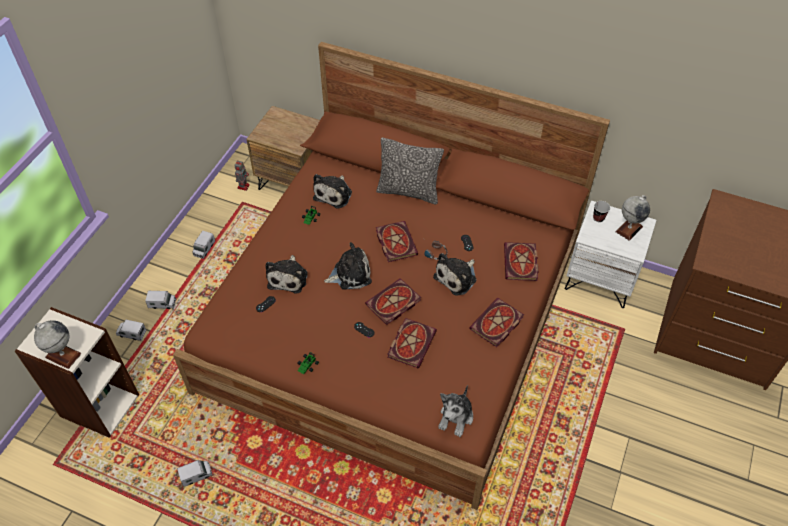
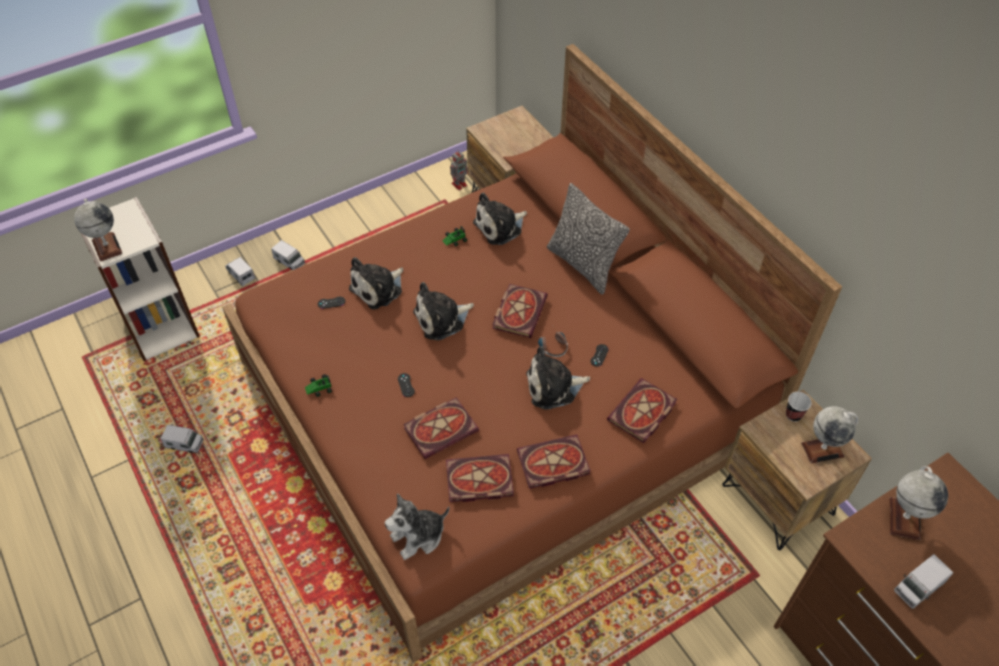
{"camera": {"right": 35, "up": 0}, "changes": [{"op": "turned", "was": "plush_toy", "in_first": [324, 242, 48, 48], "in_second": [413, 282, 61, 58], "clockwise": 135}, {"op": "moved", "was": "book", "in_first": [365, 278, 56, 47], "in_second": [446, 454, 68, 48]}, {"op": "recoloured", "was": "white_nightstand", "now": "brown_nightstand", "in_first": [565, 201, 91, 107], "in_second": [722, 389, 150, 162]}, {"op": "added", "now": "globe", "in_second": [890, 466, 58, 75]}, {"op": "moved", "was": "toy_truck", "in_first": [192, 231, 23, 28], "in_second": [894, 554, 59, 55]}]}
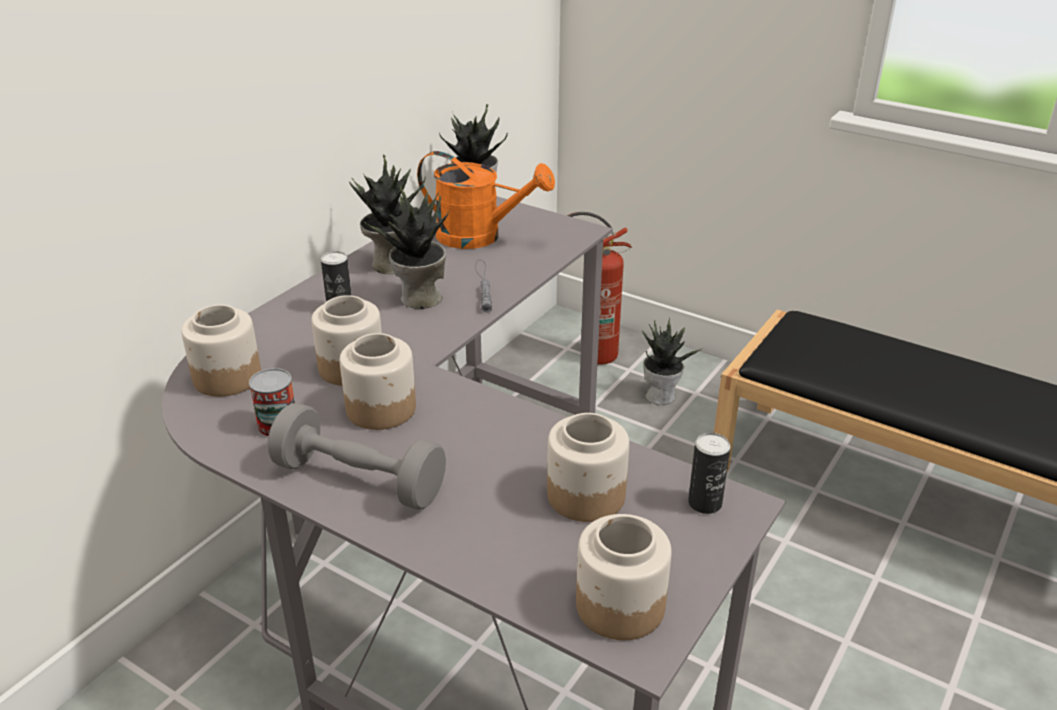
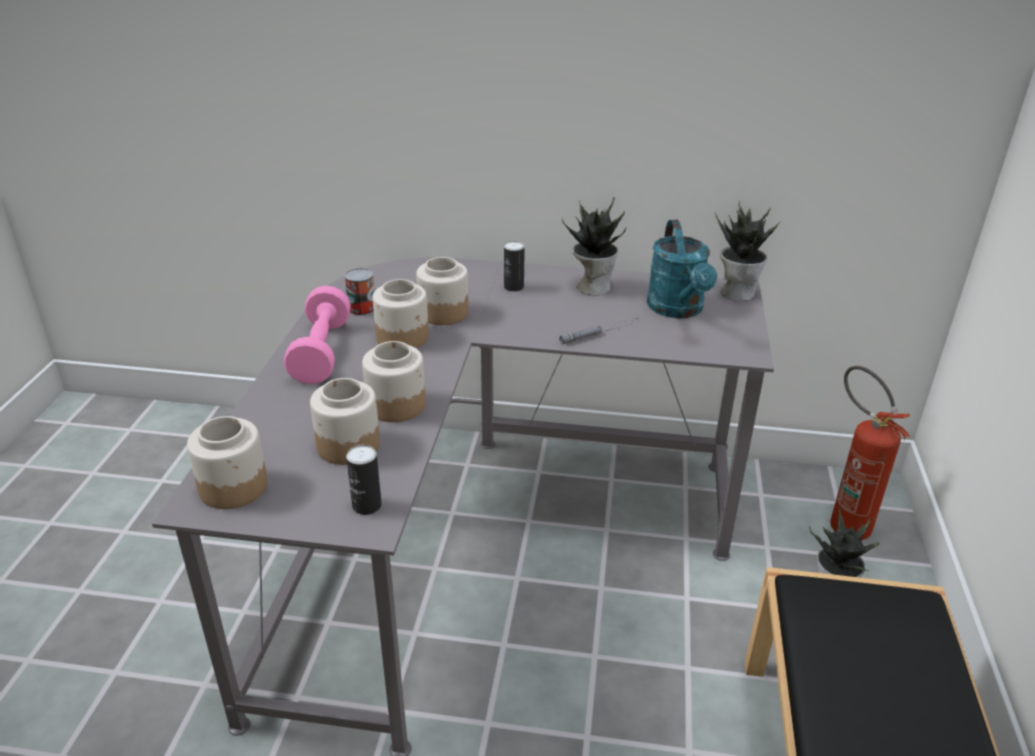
{"camera": {"right": 65, "up": 0}, "changes": [{"op": "recoloured", "was": "grey_dumbbell", "now": "pink_dumbbell", "in_first": [268, 403, 178, 107], "in_second": [284, 286, 67, 98]}, {"op": "moved", "was": "jar", "in_first": [181, 305, 80, 92], "in_second": [362, 341, 64, 81]}, {"op": "recoloured", "was": "orange_watering_can", "now": "turquoise_watering_can", "in_first": [417, 151, 138, 98], "in_second": [647, 220, 70, 98]}, {"op": "removed", "was": "potted_plant", "in_first": [364, 186, 86, 123]}]}
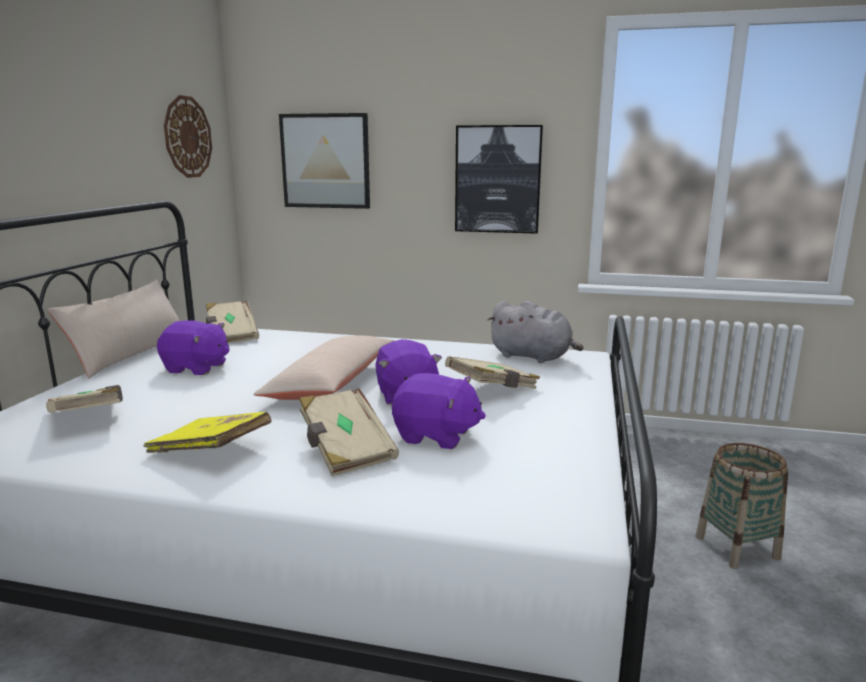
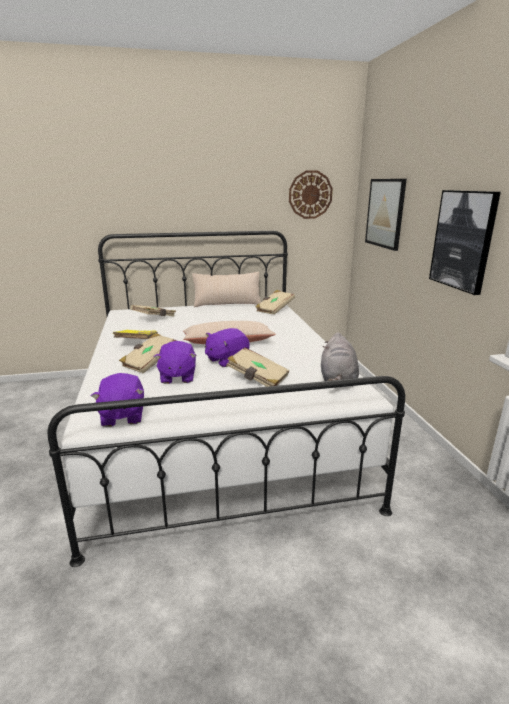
{"camera": {"right": 65, "up": 5}, "changes": [{"op": "moved", "was": "purple_plush_toy", "in_first": [157, 320, 73, 55], "in_second": [91, 373, 53, 54]}, {"op": "removed", "was": "basket", "in_first": [696, 443, 92, 126]}]}
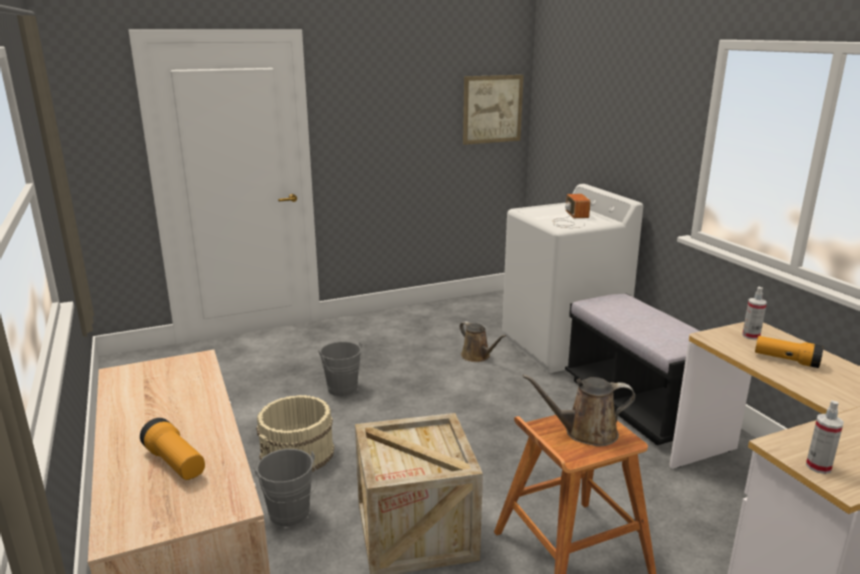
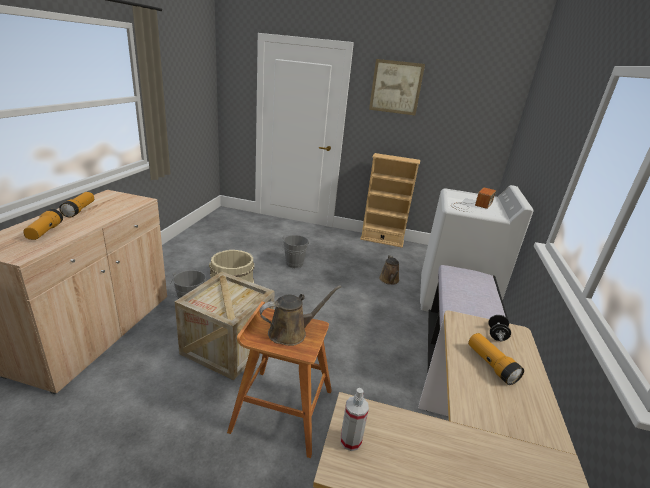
{"camera": {"right": 35, "up": 5}, "changes": [{"op": "added", "now": "flashlight", "in_second": [59, 192, 35, 26]}, {"op": "turned", "was": "brown_watering_can", "in_first": [522, 374, 113, 72], "in_second": [259, 285, 82, 61], "clockwise": 120}, {"op": "added", "now": "beige_bookcase", "in_second": [360, 153, 60, 95]}, {"op": "moved", "was": "picture", "in_first": [463, 75, 61, 70], "in_second": [369, 59, 56, 56]}, {"op": "replaced", "was": "spray_bottle", "now": "black_dumbbell", "in_first": [742, 287, 25, 53], "in_second": [488, 315, 23, 27]}]}
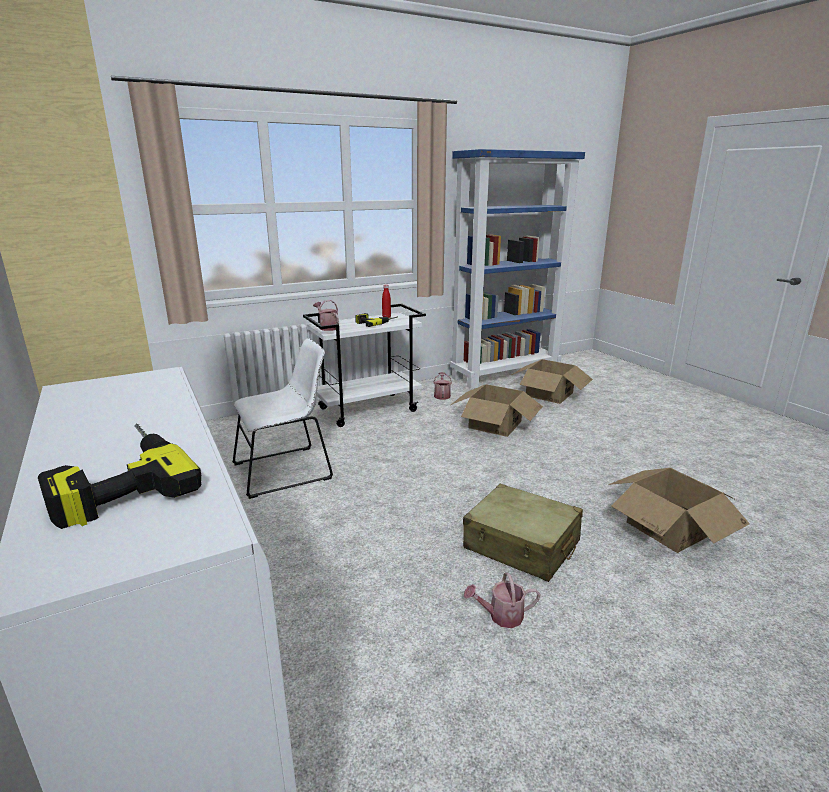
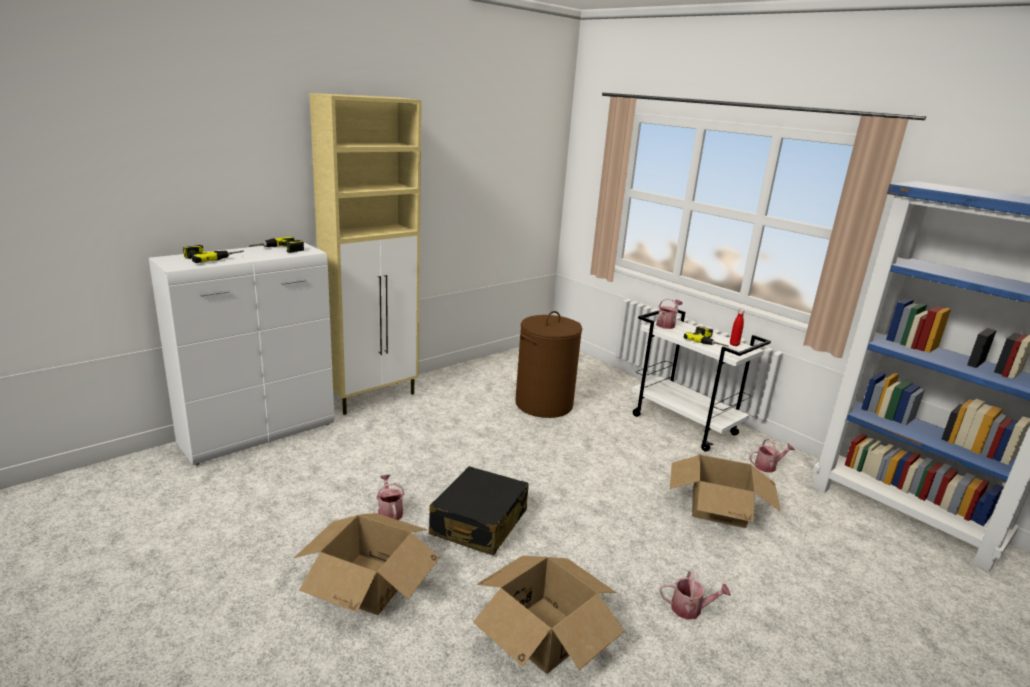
{"camera": {"right": 75, "up": 0}, "changes": [{"op": "added", "now": "power_drill", "in_second": [249, 236, 55, 17]}, {"op": "moved", "was": "cardboard_box", "in_first": [510, 359, 83, 45], "in_second": [294, 513, 146, 102]}, {"op": "recoloured", "was": "beige_suitcase", "now": "black_suitcase", "in_first": [463, 484, 120, 98], "in_second": [429, 466, 100, 90]}, {"op": "replaced", "was": "white_chair", "now": "brown_laundry_basket", "in_first": [232, 338, 101, 161], "in_second": [515, 311, 67, 107]}, {"op": "added", "now": "watering_can", "in_second": [660, 571, 71, 49]}]}
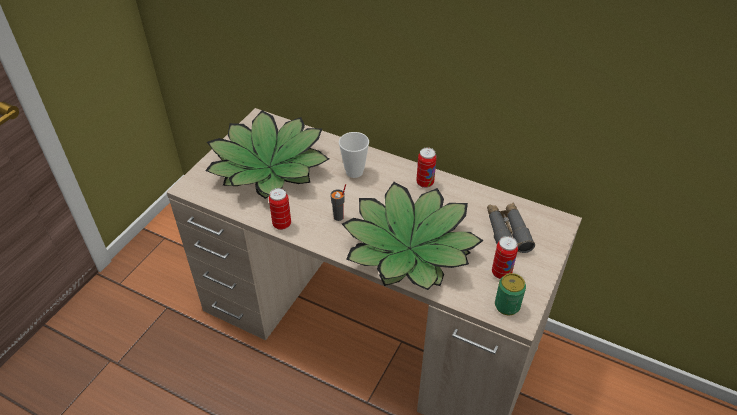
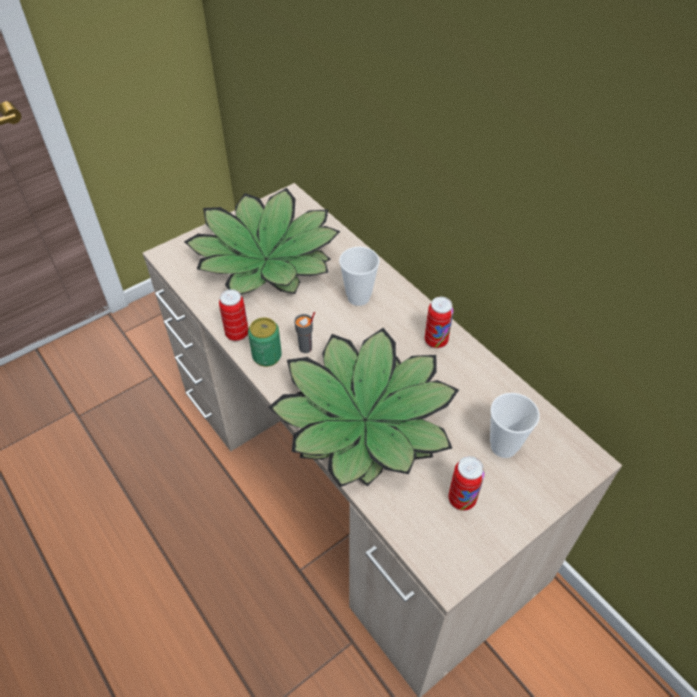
{"camera": {"right": 25, "up": 5}, "changes": [{"op": "moved", "was": "can", "in_first": [495, 273, 31, 42], "in_second": [248, 317, 34, 50]}, {"op": "replaced", "was": "grey_binoculars", "now": "cup", "in_first": [487, 202, 48, 51], "in_second": [490, 393, 49, 65]}]}
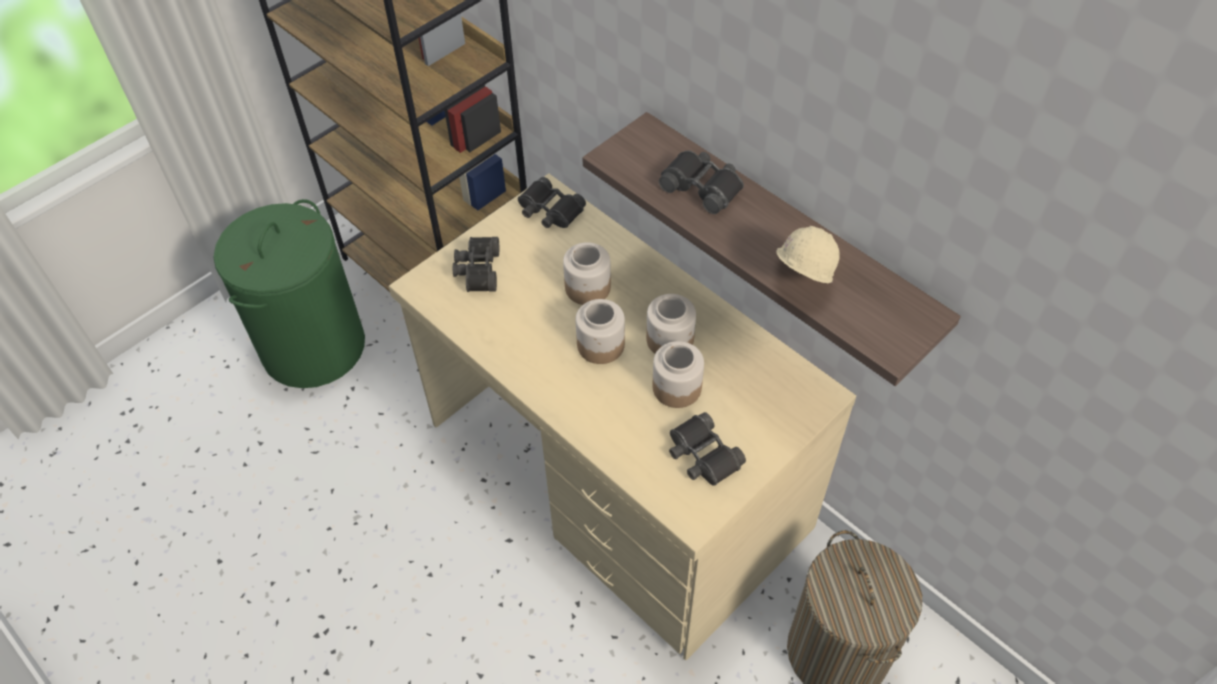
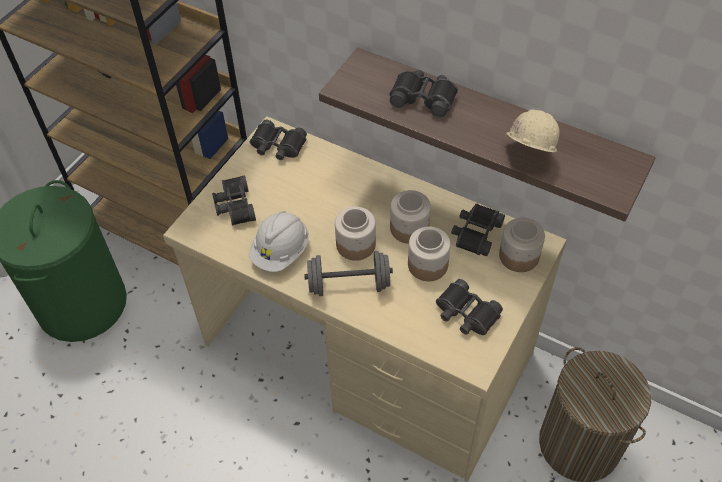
{"camera": {"right": -15, "up": 0}, "changes": [{"op": "added", "now": "white_hard_hat", "in_second": [249, 211, 60, 61]}, {"op": "added", "now": "grey_dumbbell", "in_second": [304, 251, 89, 45]}, {"op": "added", "now": "black_binoculars", "in_second": [451, 204, 54, 52]}, {"op": "moved", "was": "jar", "in_first": [563, 242, 48, 63], "in_second": [499, 218, 46, 54]}]}
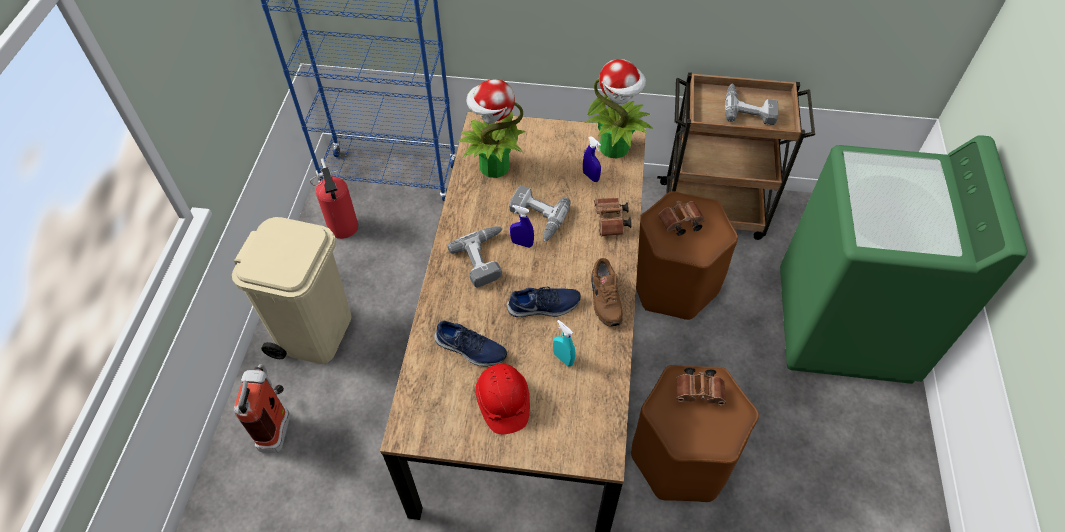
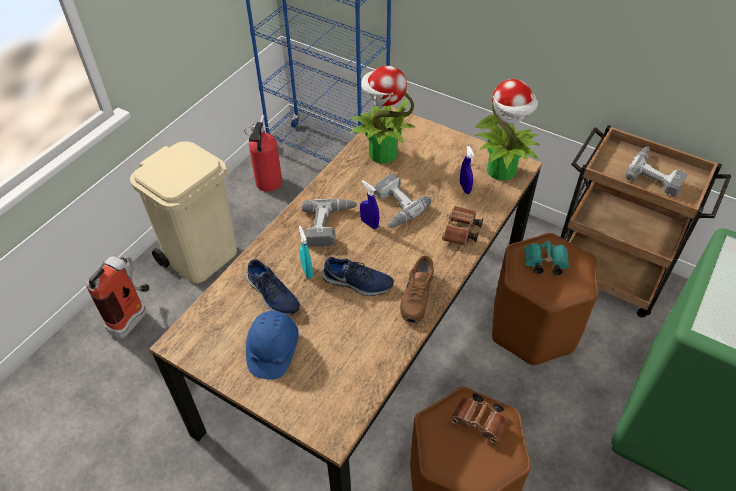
{"camera": {"right": 25, "up": -5}, "changes": [{"op": "recoloured", "was": "red_hard_hat", "now": "blue_hard_hat", "in_first": [475, 364, 55, 70], "in_second": [246, 311, 53, 68]}, {"op": "moved", "was": "turquoise_spray_bottle", "in_first": [553, 320, 22, 47], "in_second": [299, 226, 14, 52]}, {"op": "recoloured", "was": "brown_binoculars", "now": "turquoise_binoculars", "in_first": [658, 201, 47, 35], "in_second": [524, 240, 45, 35]}]}
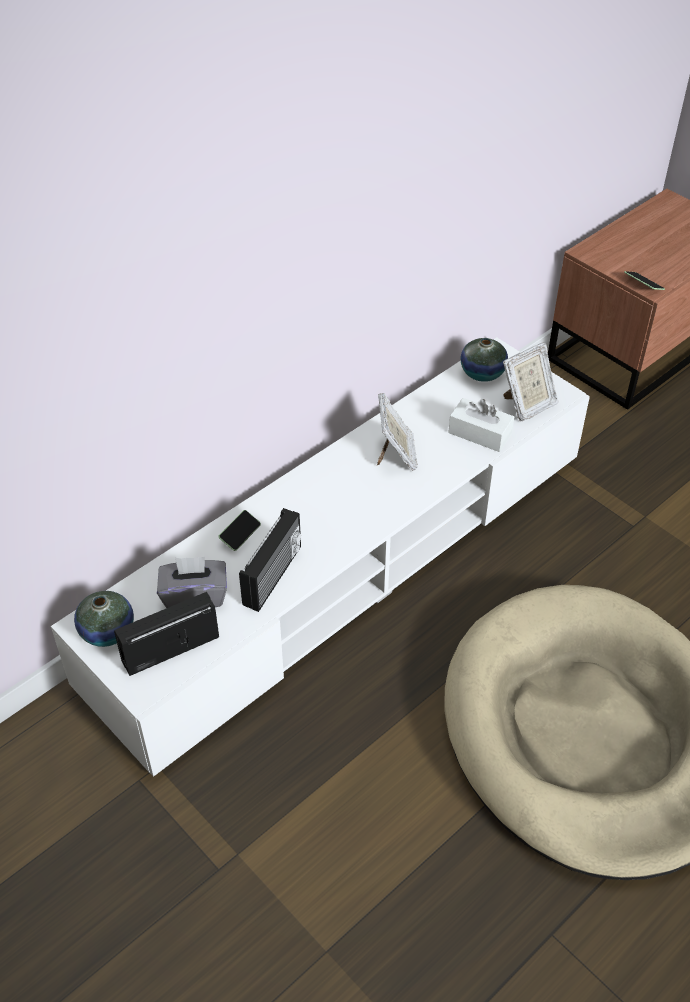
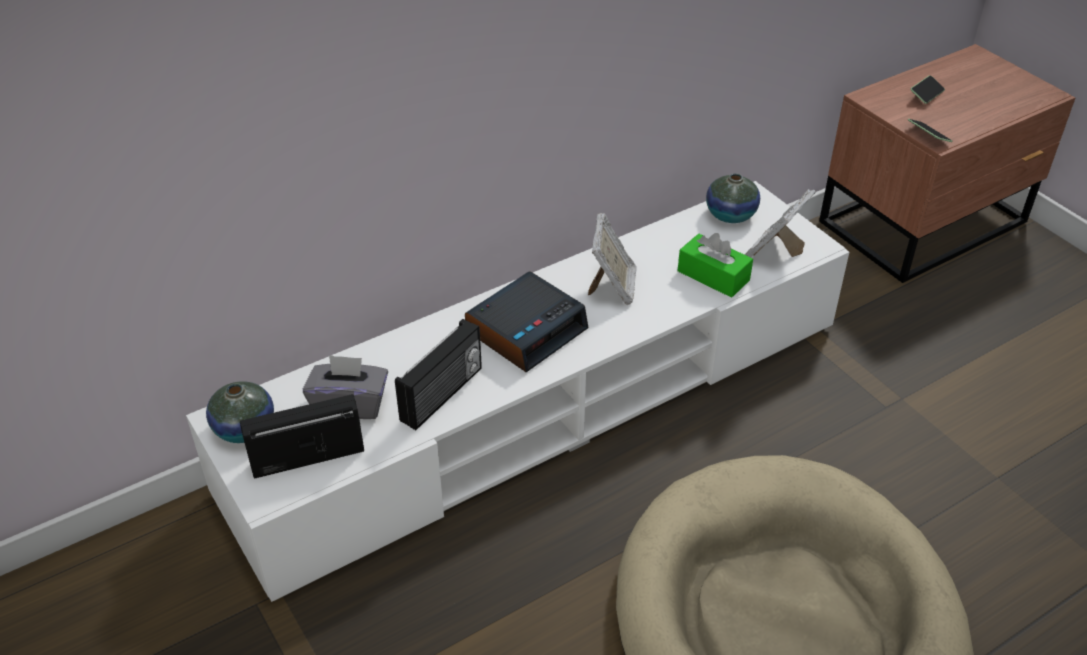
{"camera": {"right": 10, "up": -5}, "changes": [{"op": "added", "now": "alarm_clock", "in_second": [465, 271, 123, 101]}, {"op": "recoloured", "was": "white_tissue_box", "now": "green_tissue_box", "in_first": [448, 398, 66, 54], "in_second": [678, 233, 75, 65]}, {"op": "turned", "was": "picture_frame", "in_first": [503, 342, 56, 79], "in_second": [744, 189, 72, 68], "clockwise": 150}, {"op": "moved", "was": "phone", "in_first": [218, 510, 43, 41], "in_second": [911, 75, 34, 29]}]}
